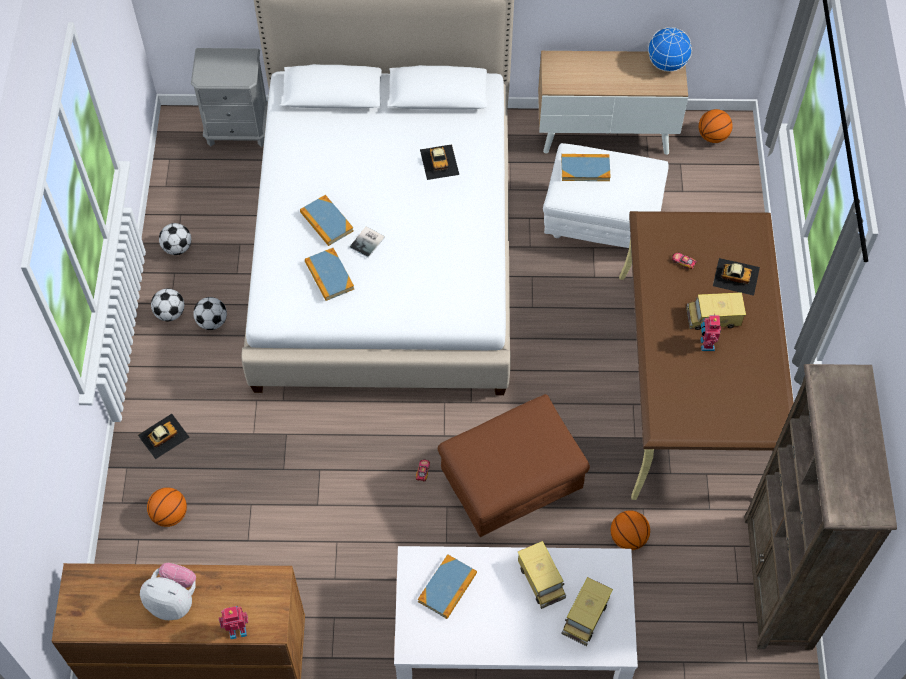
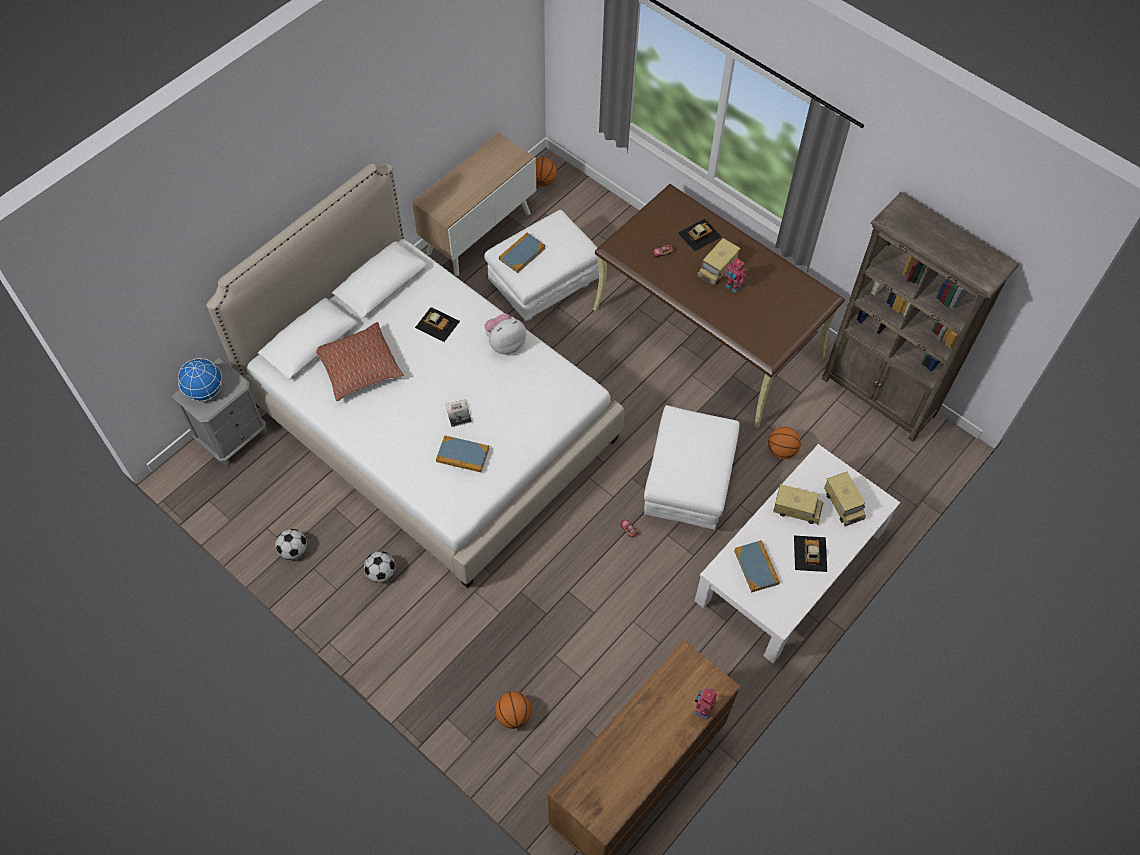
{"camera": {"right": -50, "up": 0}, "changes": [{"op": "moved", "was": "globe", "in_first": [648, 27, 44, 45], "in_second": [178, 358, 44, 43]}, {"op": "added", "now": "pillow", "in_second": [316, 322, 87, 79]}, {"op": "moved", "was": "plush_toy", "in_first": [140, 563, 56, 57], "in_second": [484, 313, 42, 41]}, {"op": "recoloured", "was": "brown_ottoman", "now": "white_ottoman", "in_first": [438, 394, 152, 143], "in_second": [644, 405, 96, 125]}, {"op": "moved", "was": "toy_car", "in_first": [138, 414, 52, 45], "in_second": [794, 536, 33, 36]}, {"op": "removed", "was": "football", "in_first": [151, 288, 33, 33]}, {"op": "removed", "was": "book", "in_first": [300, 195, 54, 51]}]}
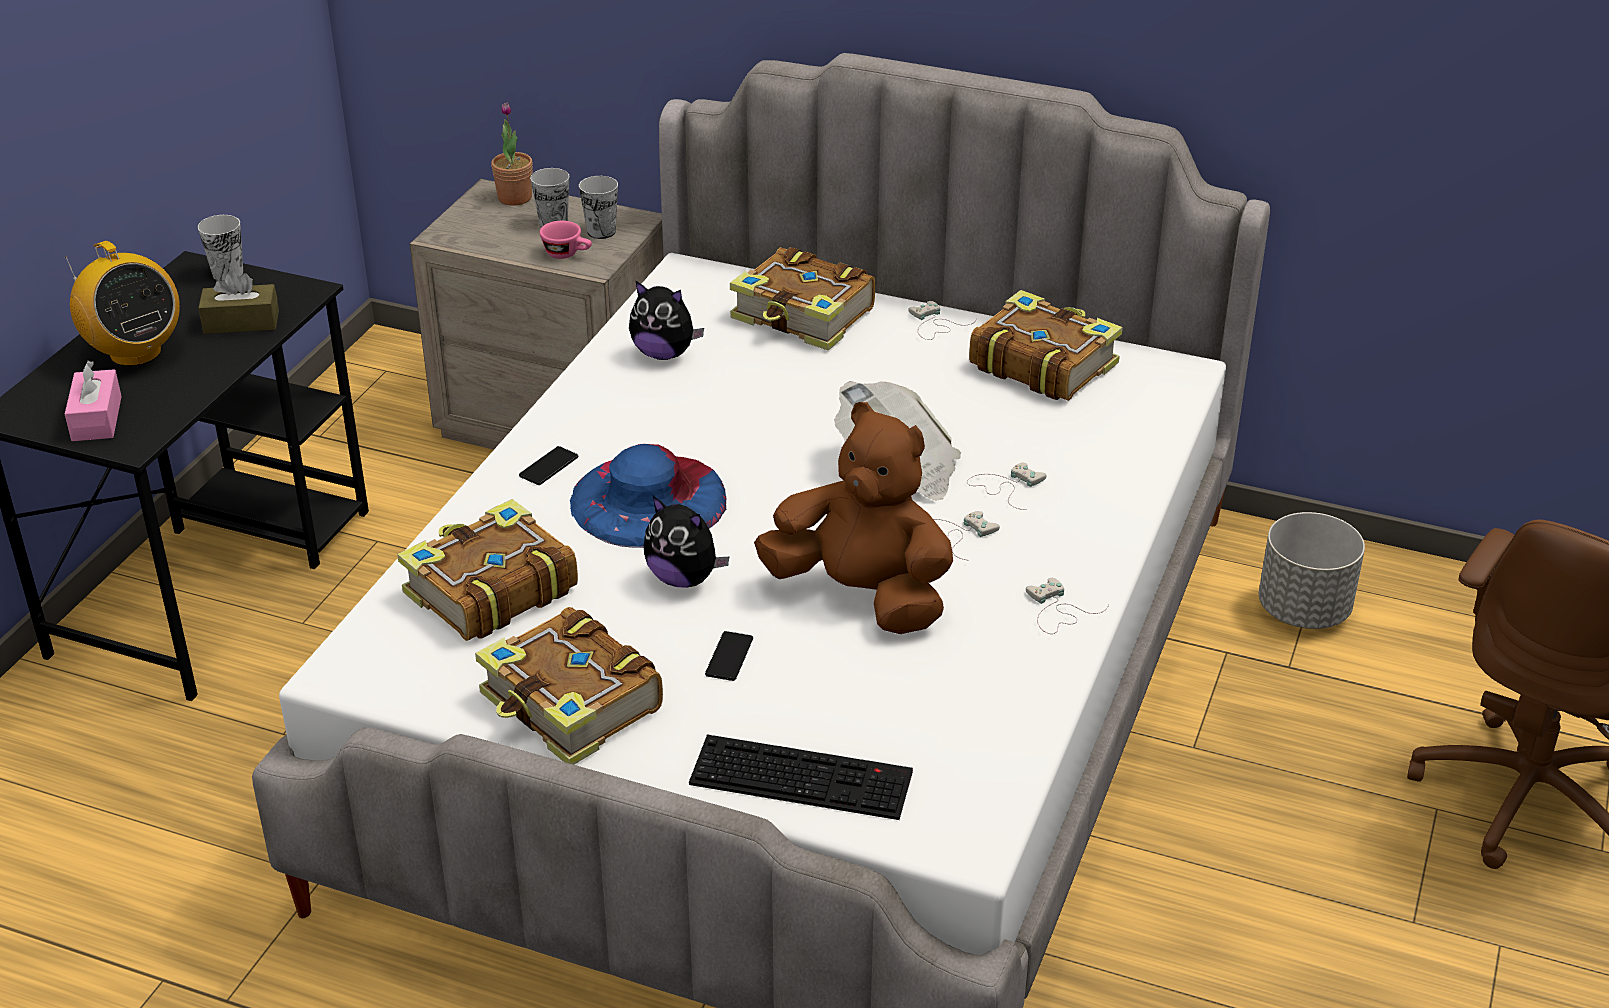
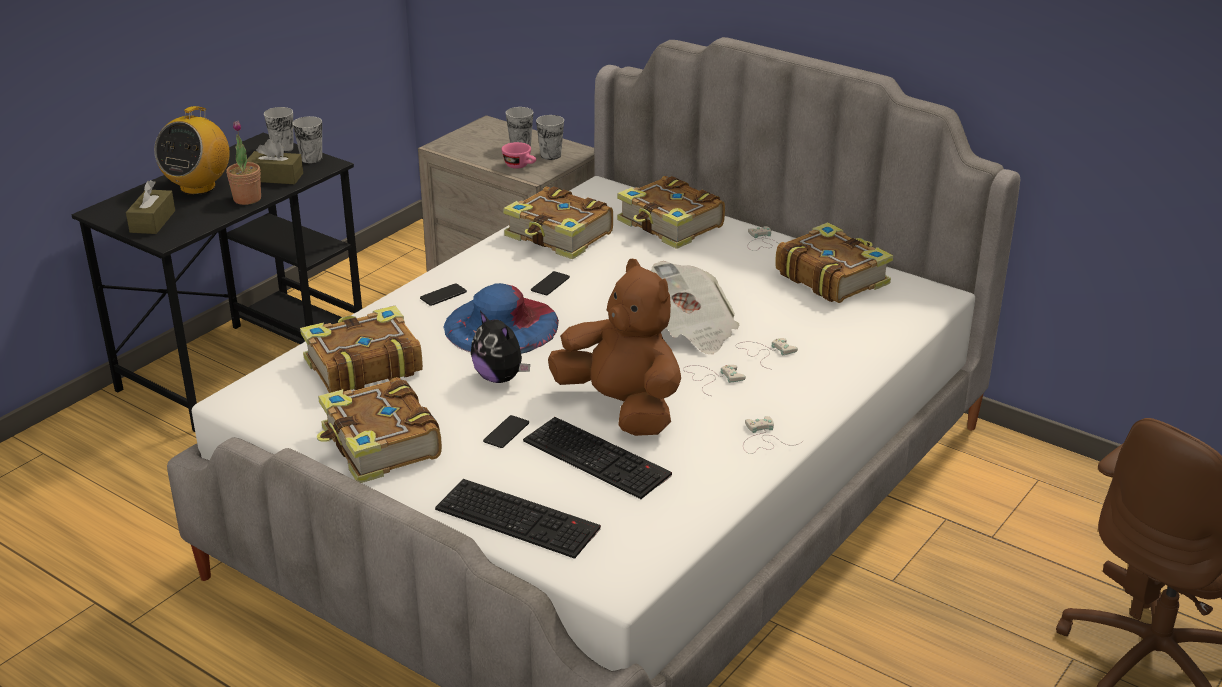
{"camera": {"right": 15, "up": -5}, "changes": [{"op": "recoloured", "was": "pink_tissue_box", "now": "brown_tissue_box", "in_first": [65, 361, 57, 80], "in_second": [126, 180, 49, 54]}, {"op": "turned", "was": "radio", "in_first": [66, 241, 114, 126], "in_second": [154, 106, 76, 89], "clockwise": 45}, {"op": "moved", "was": "potted_plant", "in_first": [491, 102, 42, 104], "in_second": [226, 121, 35, 84]}, {"op": "added", "now": "cup", "in_second": [293, 116, 29, 47]}, {"op": "replaced", "was": "plush_toy", "now": "book", "in_first": [629, 280, 75, 80], "in_second": [503, 186, 110, 73]}, {"op": "added", "now": "keyboard", "in_second": [523, 417, 149, 82]}, {"op": "added", "now": "phone", "in_second": [531, 271, 39, 24]}, {"op": "removed", "was": "grey_planter", "in_first": [1259, 512, 106, 117]}]}
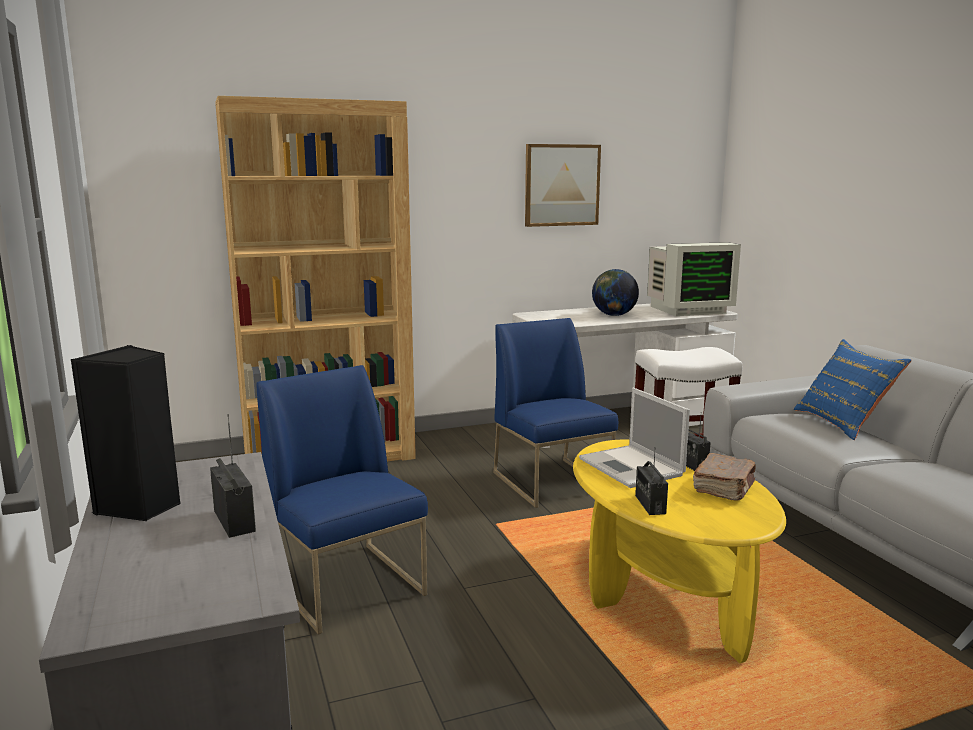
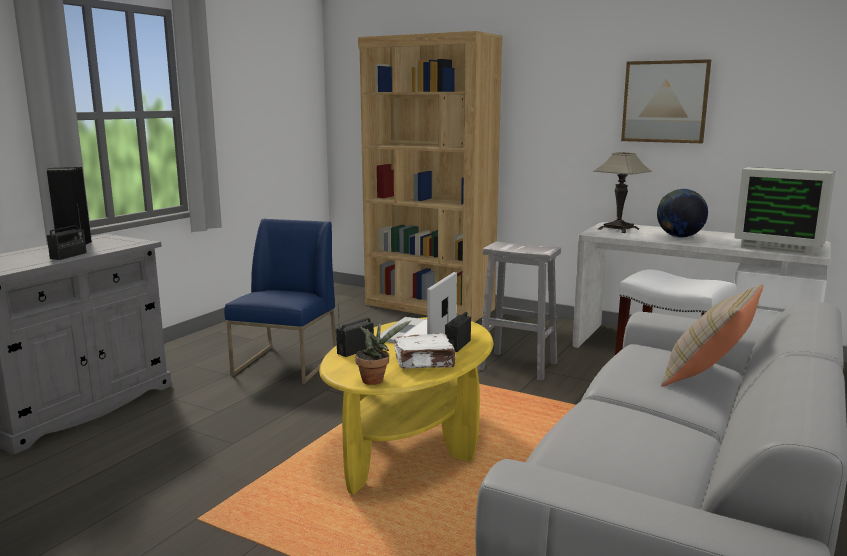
{"camera": {"right": 50, "up": 0}, "changes": [{"op": "added", "now": "potted_plant", "in_second": [355, 319, 56, 66]}, {"op": "recoloured", "was": "brown_book", "now": "white_book", "in_first": [693, 453, 63, 48], "in_second": [394, 333, 62, 36]}, {"op": "replaced", "was": "blue_chair", "now": "white_stool", "in_first": [493, 318, 125, 190], "in_second": [478, 242, 83, 139]}, {"op": "added", "now": "table_lamp", "in_second": [593, 152, 59, 81]}, {"op": "recoloured", "was": "blue_pillow", "now": "beige_pillow", "in_first": [794, 339, 118, 101], "in_second": [661, 284, 102, 103]}]}
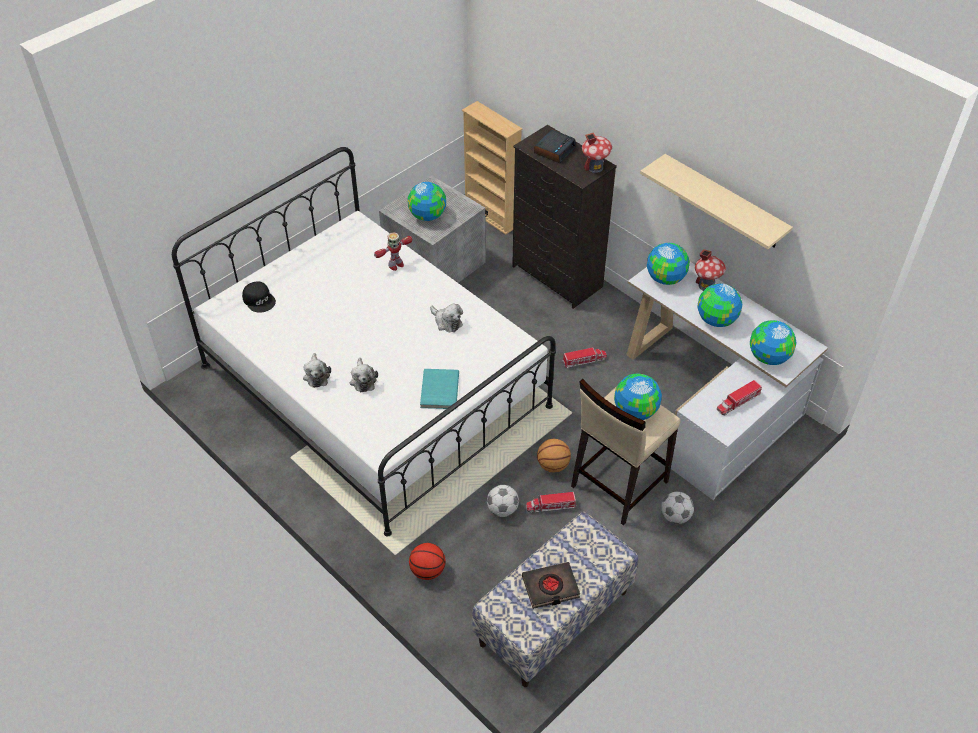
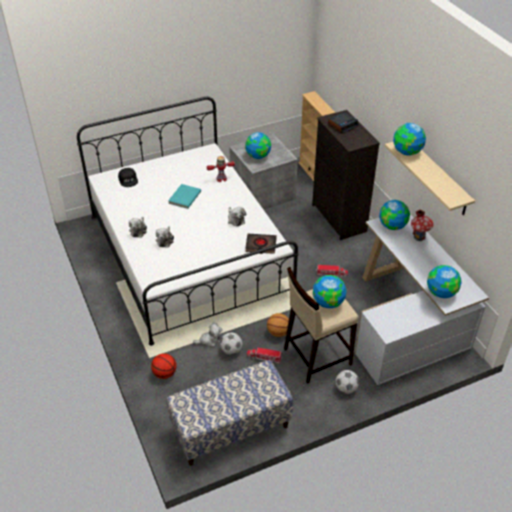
{"camera": {"right": 20, "up": -5}, "changes": [{"op": "moved", "was": "turquoise_book", "in_first": [420, 369, 39, 40], "in_second": [168, 184, 33, 25]}, {"op": "added", "now": "plush_toy", "in_second": [193, 323, 29, 24]}, {"op": "moved", "was": "black_book", "in_first": [522, 562, 58, 47], "in_second": [245, 234, 32, 20]}, {"op": "moved", "was": "globe", "in_first": [698, 284, 44, 43], "in_second": [393, 123, 33, 33]}, {"op": "removed", "was": "toy_house", "in_first": [582, 132, 30, 41]}, {"op": "removed", "was": "toy_truck", "in_first": [717, 380, 45, 35]}]}
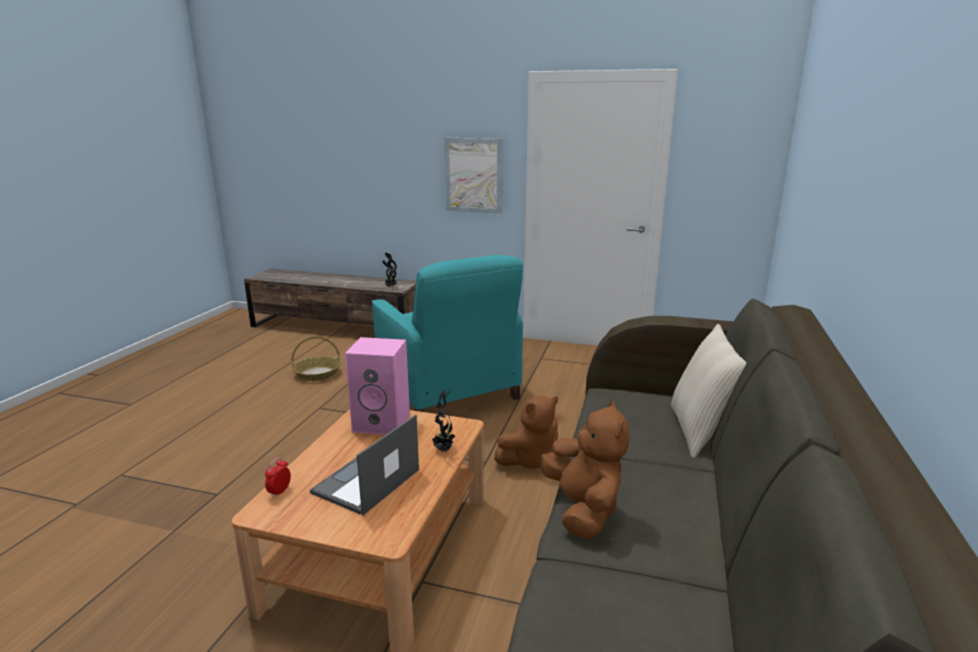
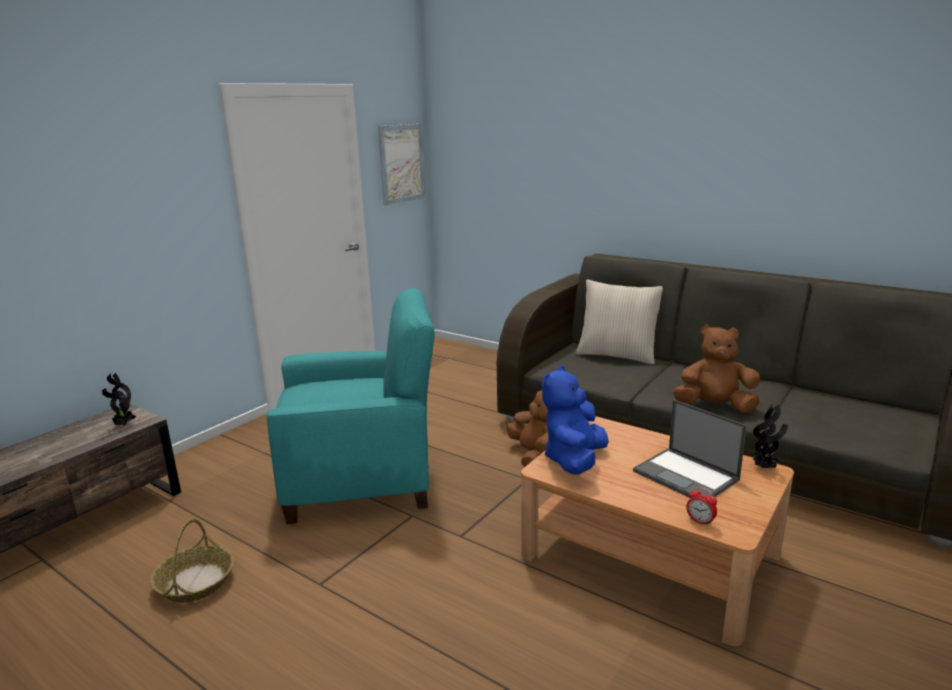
{"camera": {"right": -70, "up": 0}, "changes": [{"op": "moved", "was": "picture", "in_first": [444, 138, 59, 76], "in_second": [378, 124, 47, 81]}, {"op": "replaced", "was": "pink_speaker", "now": "blue_plush_toy", "in_first": [345, 337, 65, 98], "in_second": [542, 365, 67, 110]}, {"op": "moved", "was": "potted_plant", "in_first": [432, 390, 23, 62], "in_second": [753, 404, 35, 65]}]}
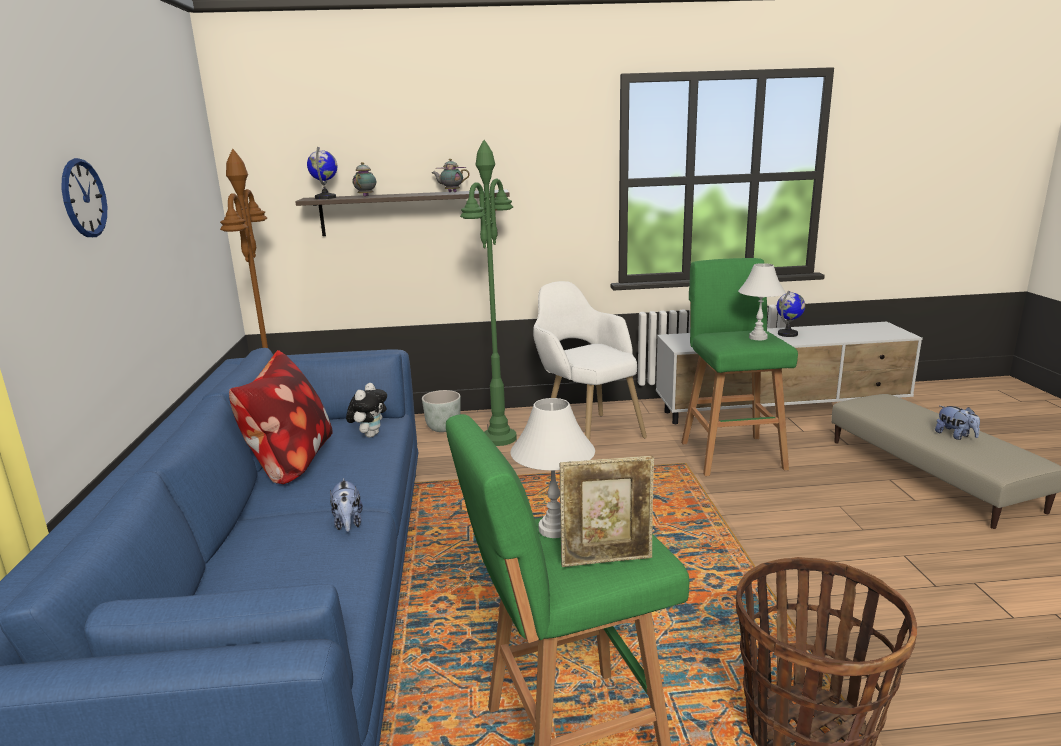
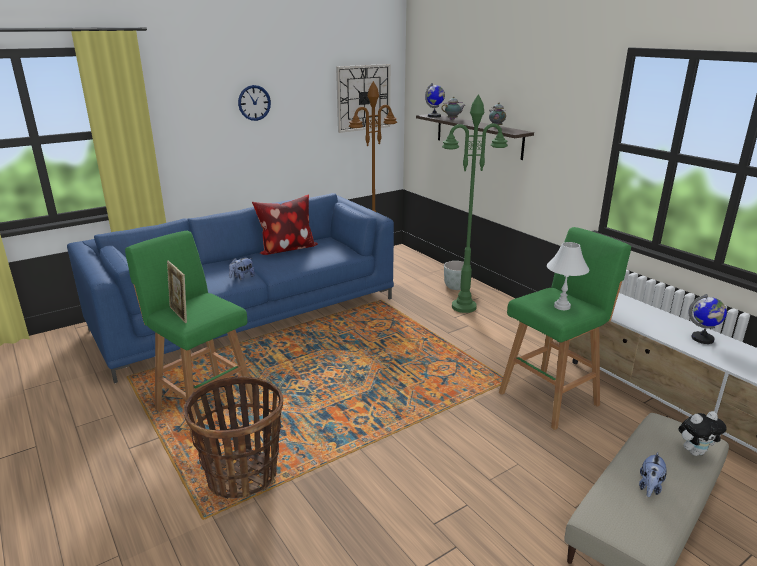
{"camera": {"right": 60, "up": 5}, "changes": [{"op": "added", "now": "wall_clock", "in_second": [336, 64, 54, 69]}, {"op": "moved", "was": "plush_toy", "in_first": [346, 383, 41, 55], "in_second": [678, 411, 49, 45]}, {"op": "removed", "was": "white_table_lamp", "in_first": [510, 398, 85, 140]}, {"op": "removed", "was": "white_armchair", "in_first": [533, 281, 114, 160]}]}
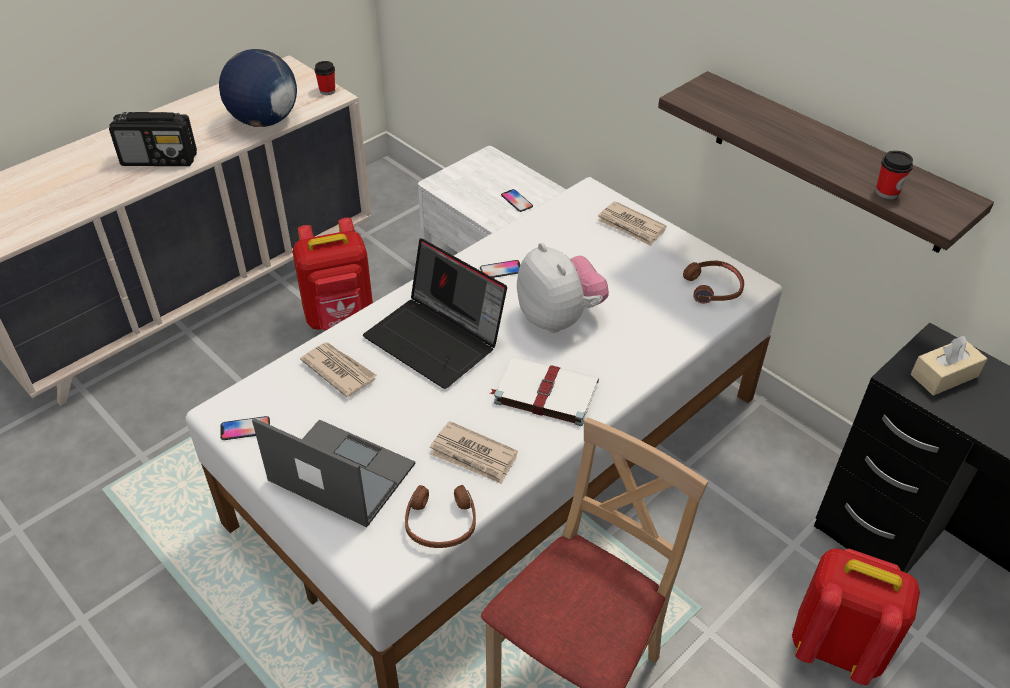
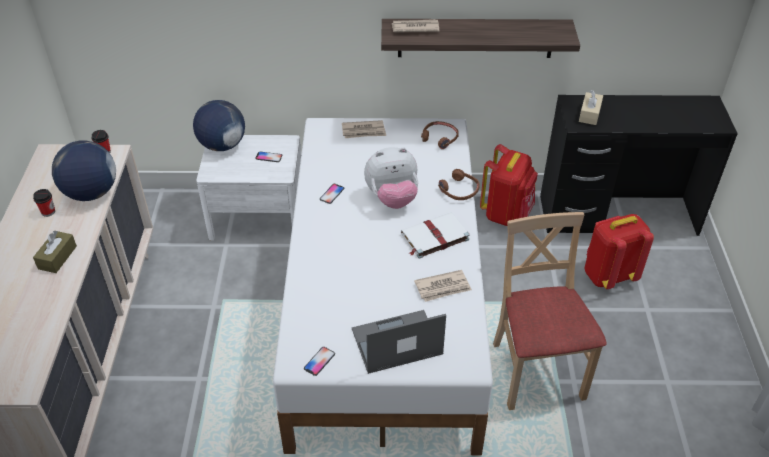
{"camera": {"right": -45, "up": 0}, "changes": [{"op": "moved", "was": "cup", "in_first": [876, 150, 37, 49], "in_second": [33, 189, 22, 28]}, {"op": "replaced", "was": "radio", "now": "brown_tissue_box", "in_first": [109, 112, 88, 54], "in_second": [33, 231, 44, 42]}, {"op": "added", "now": "globe", "in_second": [193, 100, 52, 51]}, {"op": "turned", "was": "plush_toy", "in_first": [517, 243, 92, 90], "in_second": [364, 147, 54, 62], "clockwise": 150}, {"op": "moved", "was": "newspaper", "in_first": [300, 342, 77, 56], "in_second": [392, 19, 47, 13]}, {"op": "moved", "was": "brown_headphones", "in_first": [405, 485, 71, 63], "in_second": [438, 169, 42, 31]}, {"op": "moved", "was": "red_backpack", "in_first": [292, 218, 81, 112], "in_second": [480, 144, 58, 82]}, {"op": "removed", "was": "laptop", "in_first": [363, 238, 144, 151]}]}
